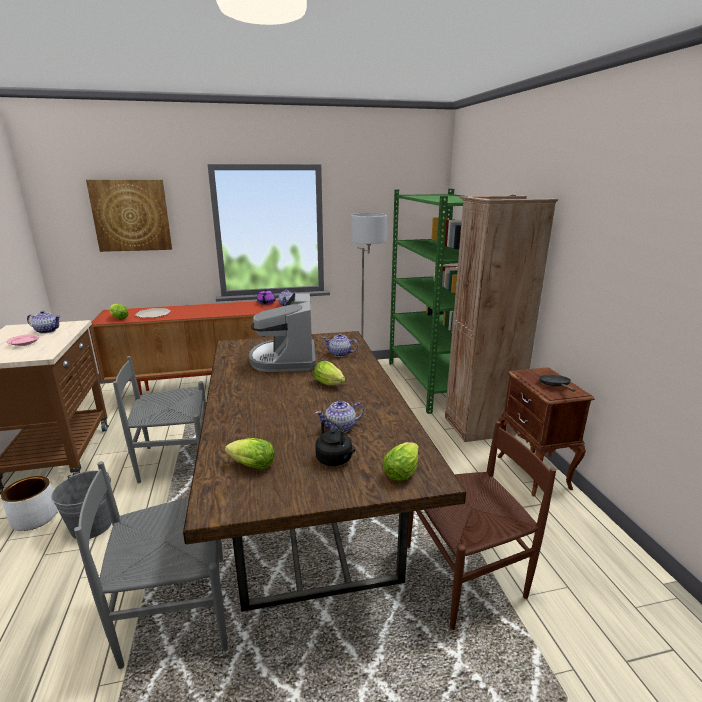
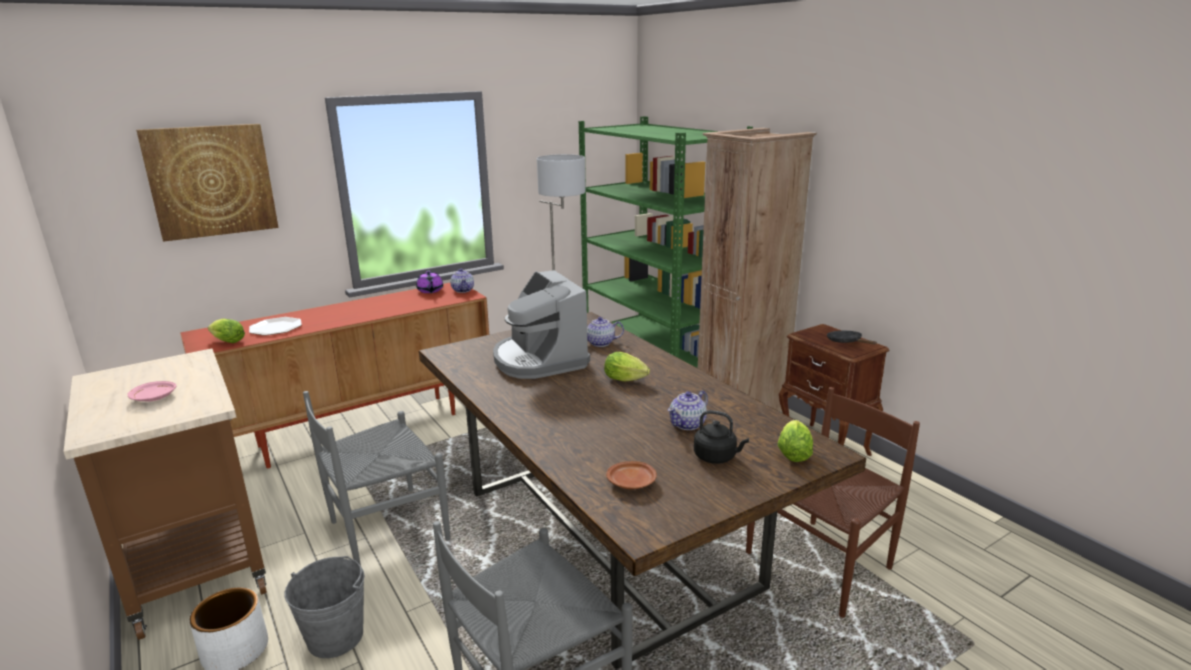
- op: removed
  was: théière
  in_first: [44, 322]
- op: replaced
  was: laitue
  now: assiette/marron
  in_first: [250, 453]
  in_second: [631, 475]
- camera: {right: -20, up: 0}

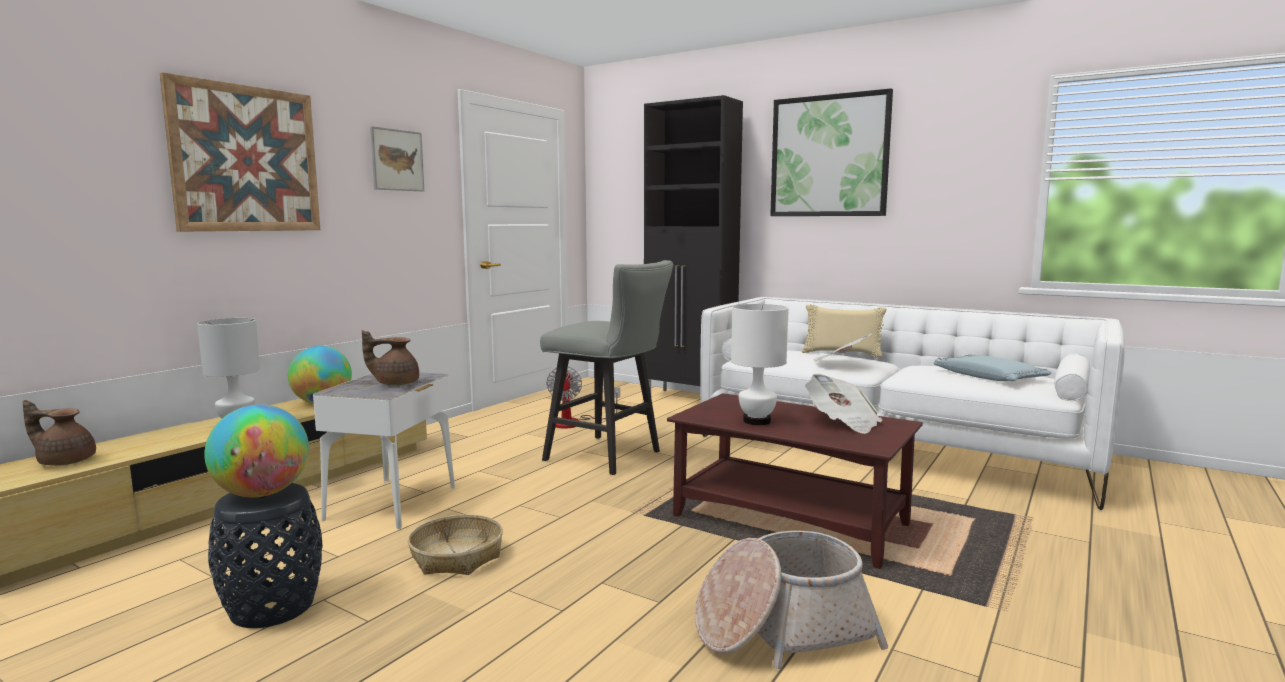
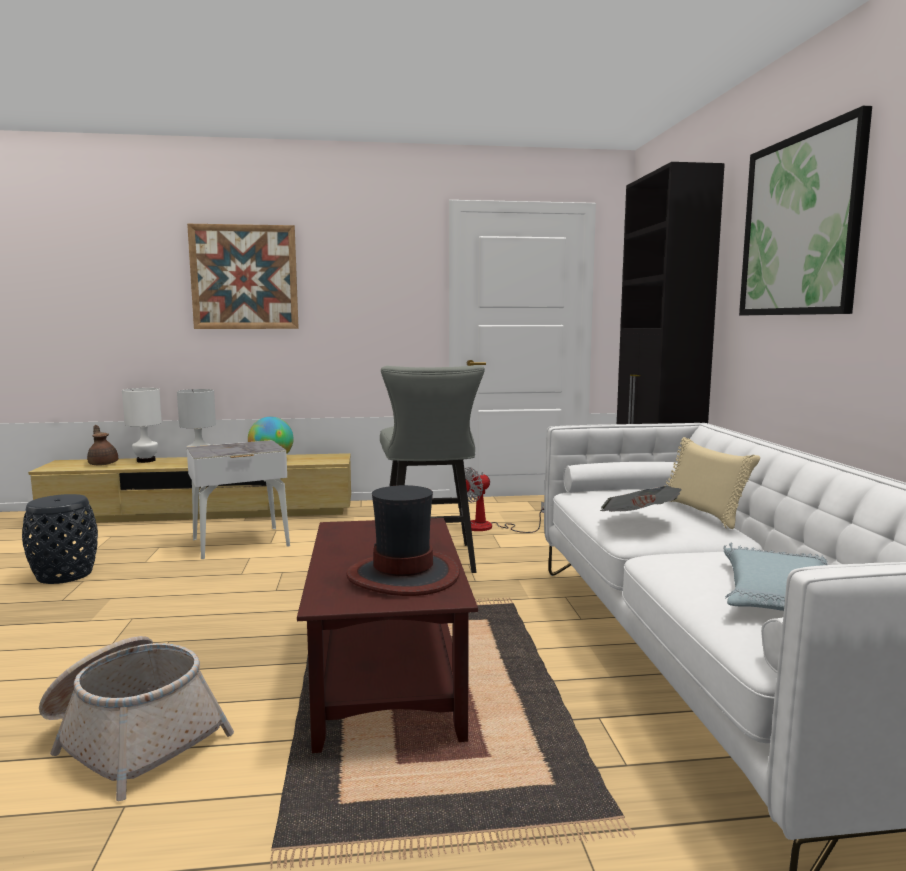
- op: removed
  was: tableau
  in_first: [397, 159]
- op: moved
  was: lampe de table/blanc
  in_first: [760, 364]
  in_second: [142, 425]
- op: removed
  was: théière/marron
  in_first: [390, 357]
- op: replaced
  was: journal
  now: chapeau
  in_first: [843, 404]
  in_second: [403, 540]
- op: removed
  was: globe
  in_first: [256, 451]
- op: removed
  was: panier
  in_first: [455, 545]
- camera: {right: 50, up: 0}

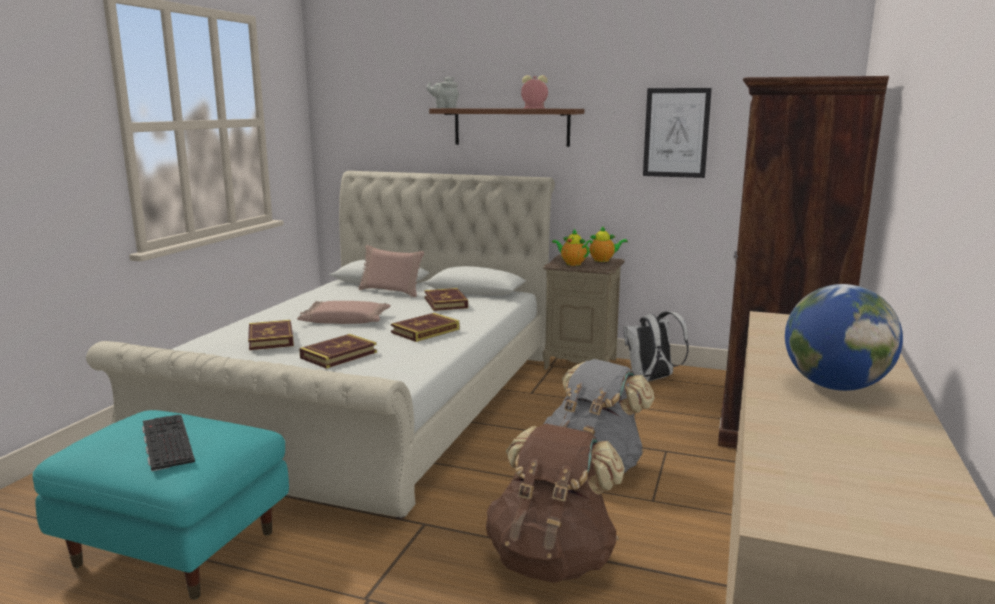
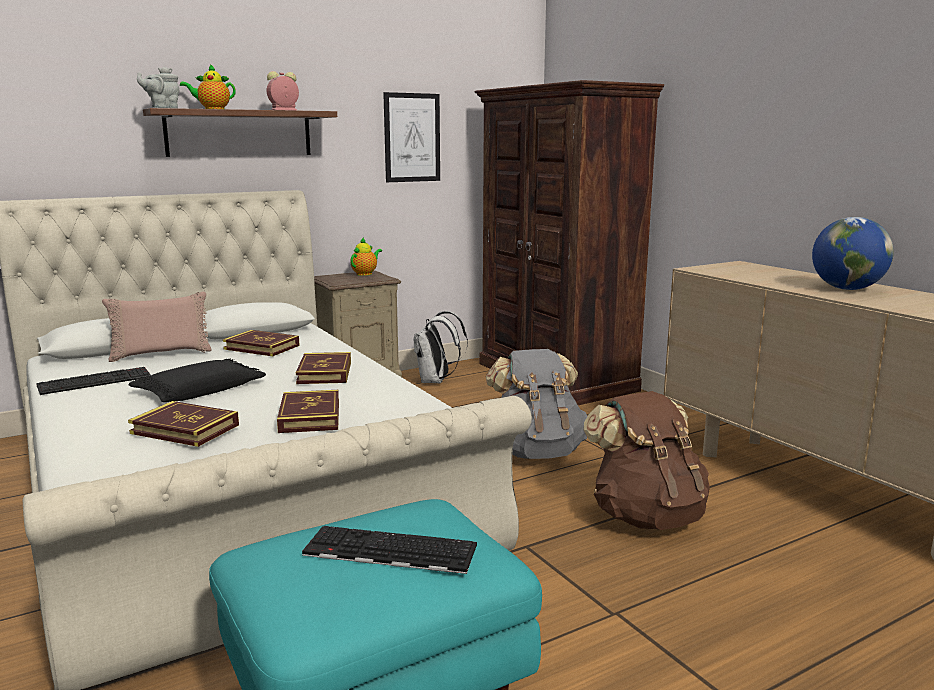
- op: moved
  was: théière
  in_first: [570, 247]
  in_second: [208, 86]
- op: recoloured
  was: coussin/beige
  now: coussin/noir
  in_first: [344, 312]
  in_second: [197, 380]
- op: added
  now: clavier
  in_second: [93, 381]
- camera: {right: -50, up: 0}

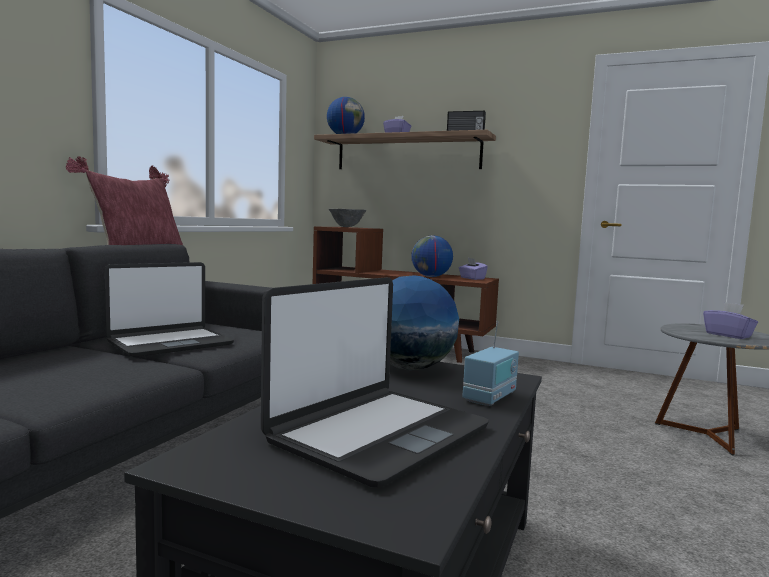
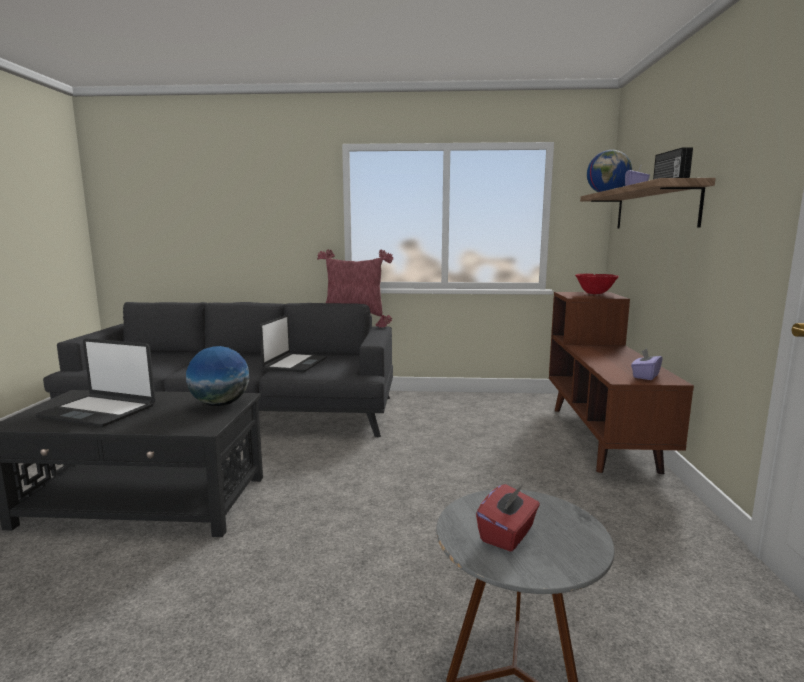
- op: recoloured
  was: bol/gris
  now: bol/rouge
  in_first: [347, 218]
  in_second: [597, 284]
- op: removed
  was: globe
  in_first: [432, 256]
- op: turned
  was: ordinateur portable
  in_first: [169, 309]
  in_second: [293, 343]
  clockwise: -105
- op: recoloured
  was: boîte à mouchoirs/violet
  now: boîte à mouchoirs/rouge
  in_first: [730, 320]
  in_second: [508, 518]
- op: removed
  was: radio
  in_first: [491, 363]
- camera: {right: 70, up: 5}

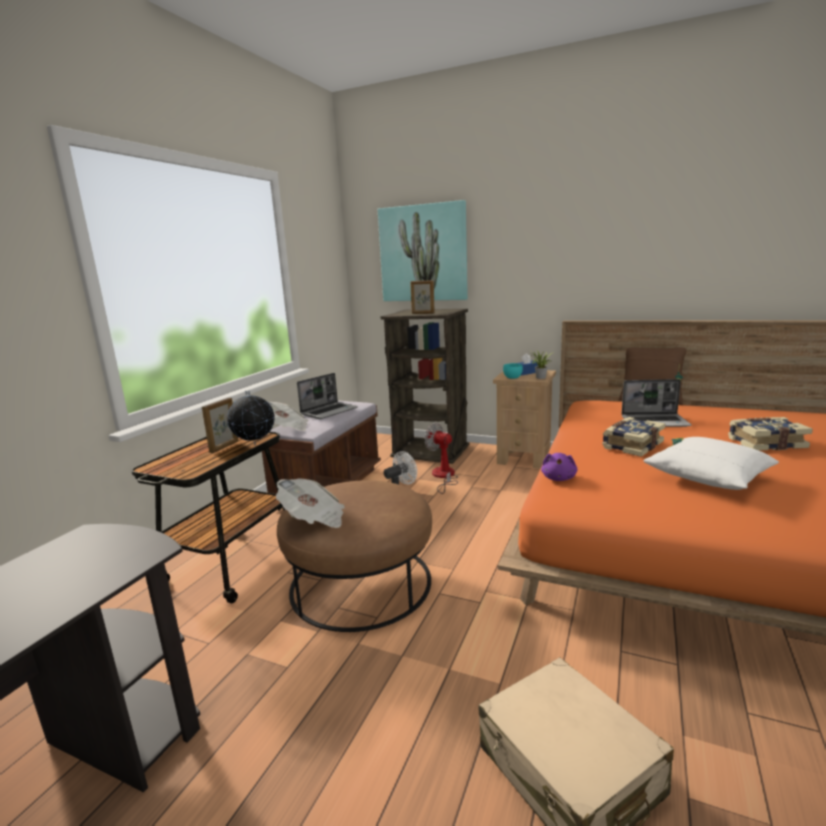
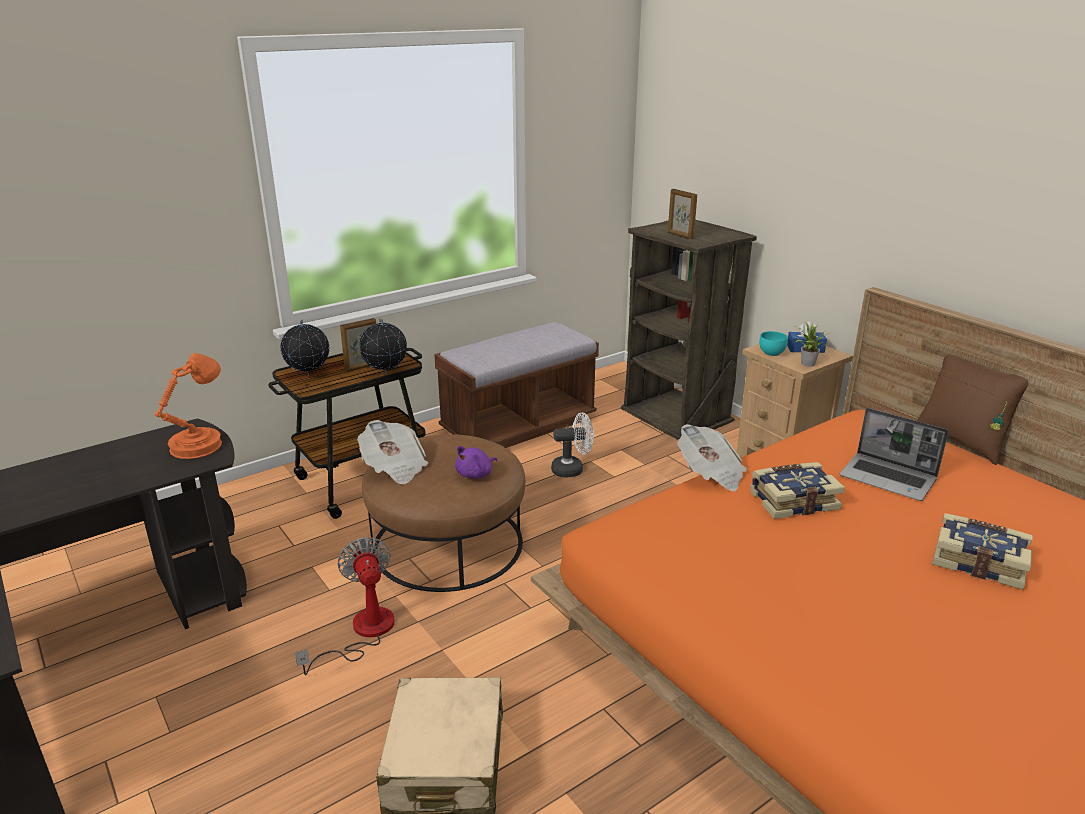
- op: removed
  was: tableau
  in_first: [423, 250]
- op: removed
  was: ordinateur portable
  in_first: [327, 396]
- op: moved
  was: journal
  in_first: [288, 416]
  in_second: [712, 457]
- op: moved
  was: ventilateur
  in_first: [441, 458]
  in_second: [345, 606]
- op: removed
  was: coussin/blanc
  in_first: [711, 463]
- op: moved
  was: peluche/violet
  in_first: [559, 467]
  in_second: [476, 462]
- op: added
  now: globe
  in_second: [304, 347]
- op: added
  now: lampe de table/orange
  in_second: [188, 406]
- camera: {right: 30, up: 10}

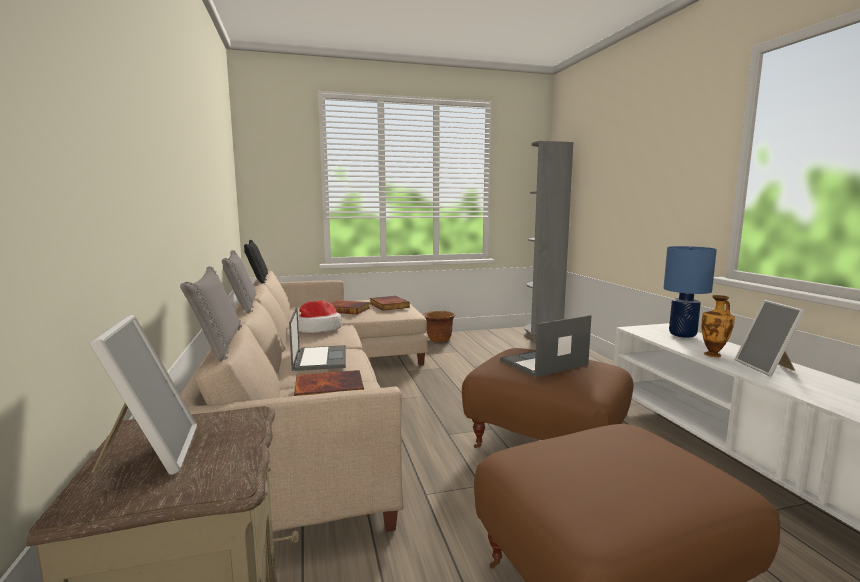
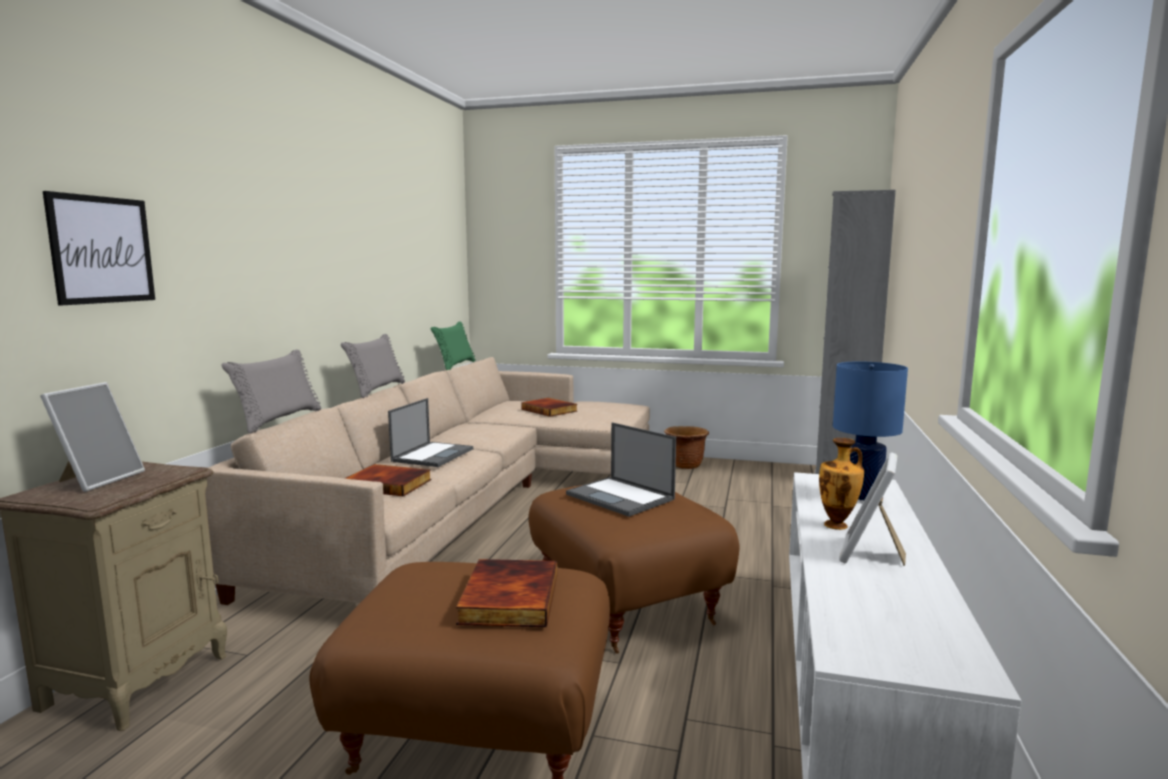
- op: recoloured
  was: coussin/noir
  now: coussin/vert
  in_first: [256, 261]
  in_second: [453, 345]
- op: moved
  was: livre
  in_first: [390, 303]
  in_second: [506, 593]
- op: removed
  was: chapeau
  in_first: [320, 316]
- op: turned
  was: ordinateur portable
  in_first: [546, 346]
  in_second: [621, 469]
  clockwise: -135
- op: added
  now: tableau
  in_second: [99, 248]
- camera: {right: 30, up: 0}

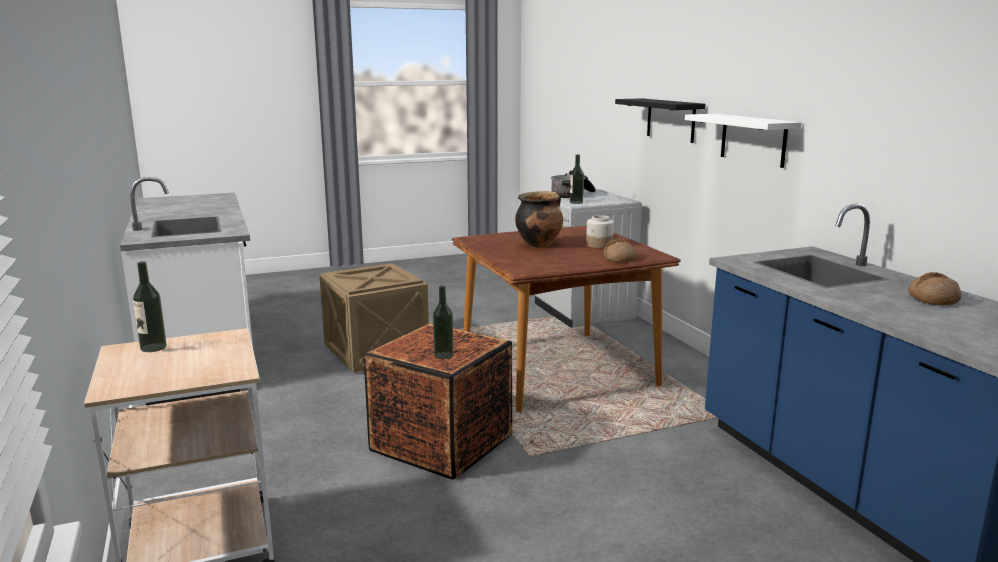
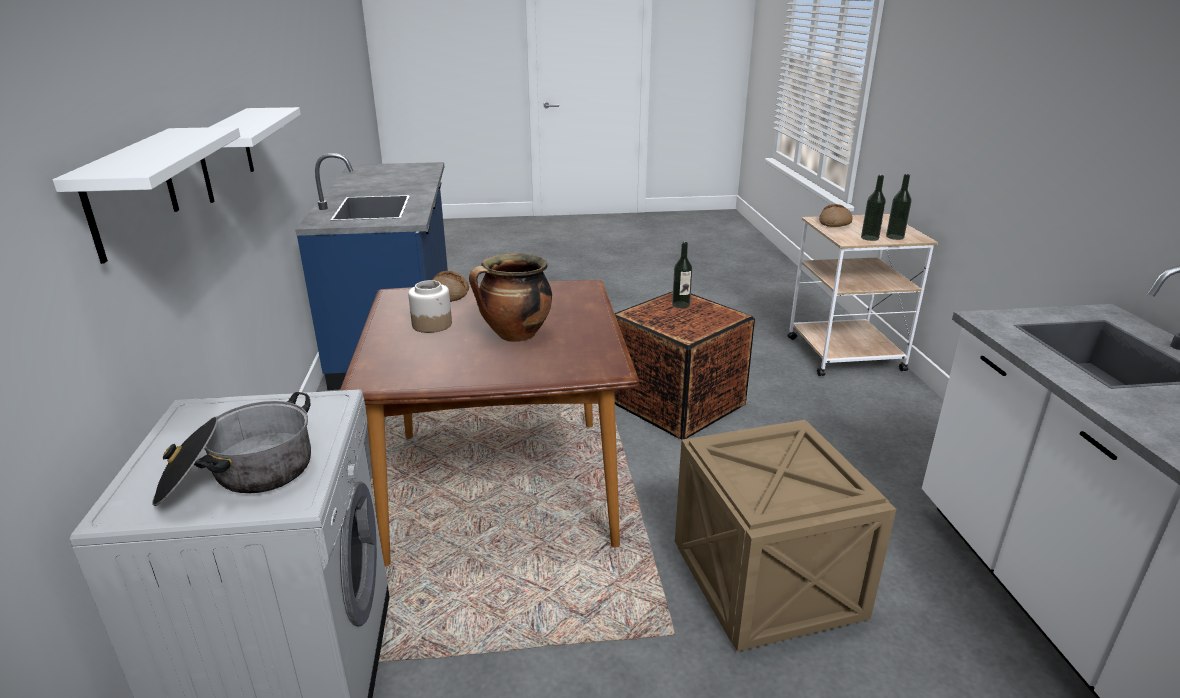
- op: recoloured
  was: étagère/noir
  now: étagère/blanc
  in_first: [660, 120]
  in_second: [146, 195]
- op: moved
  was: bouteille
  in_first: [577, 179]
  in_second: [873, 208]
- op: moved
  was: pain
  in_first: [934, 288]
  in_second: [835, 215]
- camera: {right: -165, up: 10}

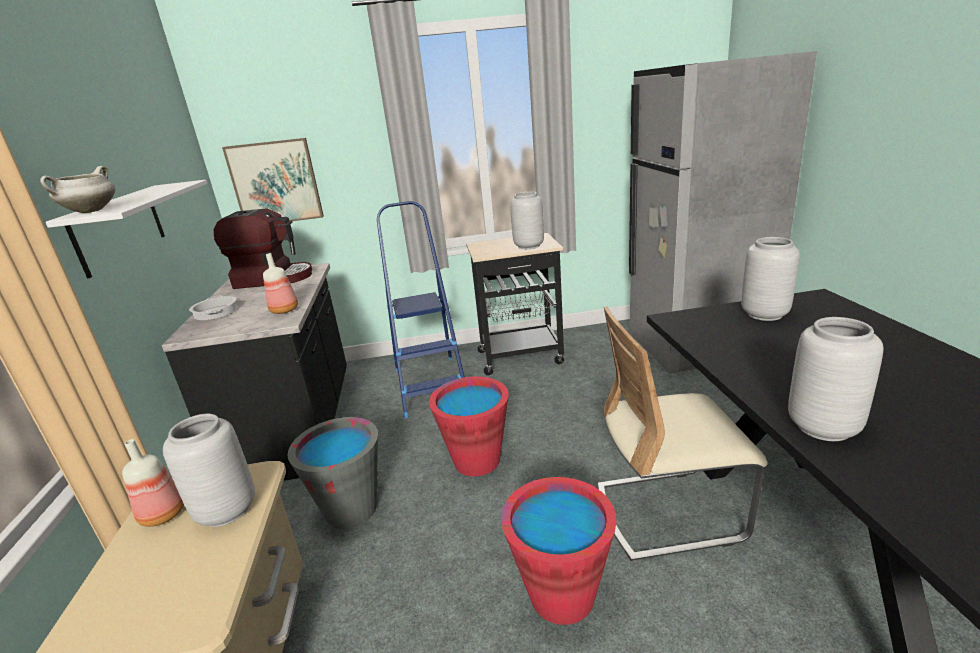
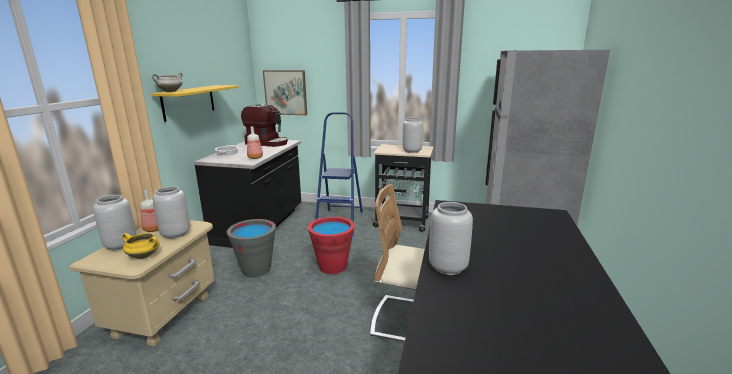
- op: recoloured
  was: étagère/blanc
  now: étagère/jaune
  in_first: [127, 229]
  in_second: [195, 103]
- op: moved
  was: vase/gris
  in_first: [770, 279]
  in_second: [115, 223]
- op: removed
  was: seau/rouge
  in_first: [559, 551]
- op: added
  now: marmite/jaune
  in_second: [141, 246]
- camera: {right: 20, up: -5}

